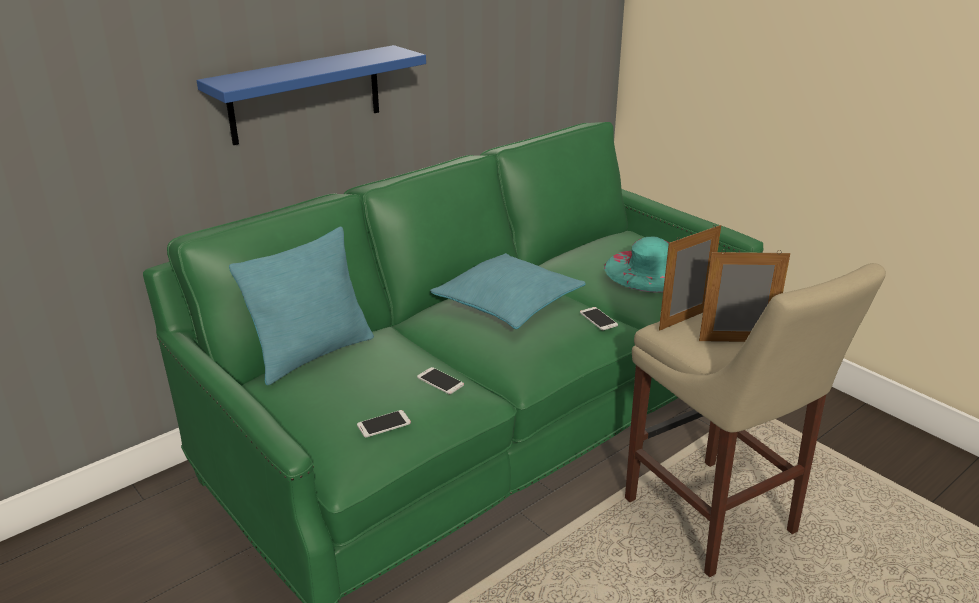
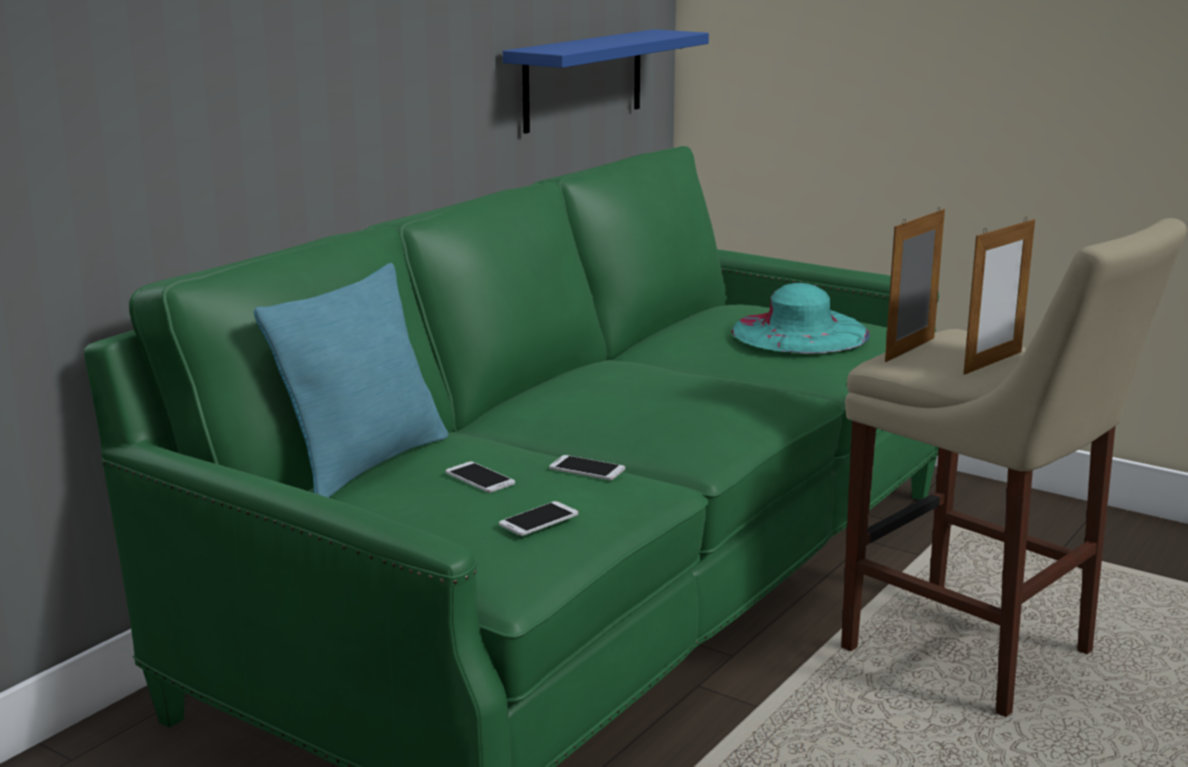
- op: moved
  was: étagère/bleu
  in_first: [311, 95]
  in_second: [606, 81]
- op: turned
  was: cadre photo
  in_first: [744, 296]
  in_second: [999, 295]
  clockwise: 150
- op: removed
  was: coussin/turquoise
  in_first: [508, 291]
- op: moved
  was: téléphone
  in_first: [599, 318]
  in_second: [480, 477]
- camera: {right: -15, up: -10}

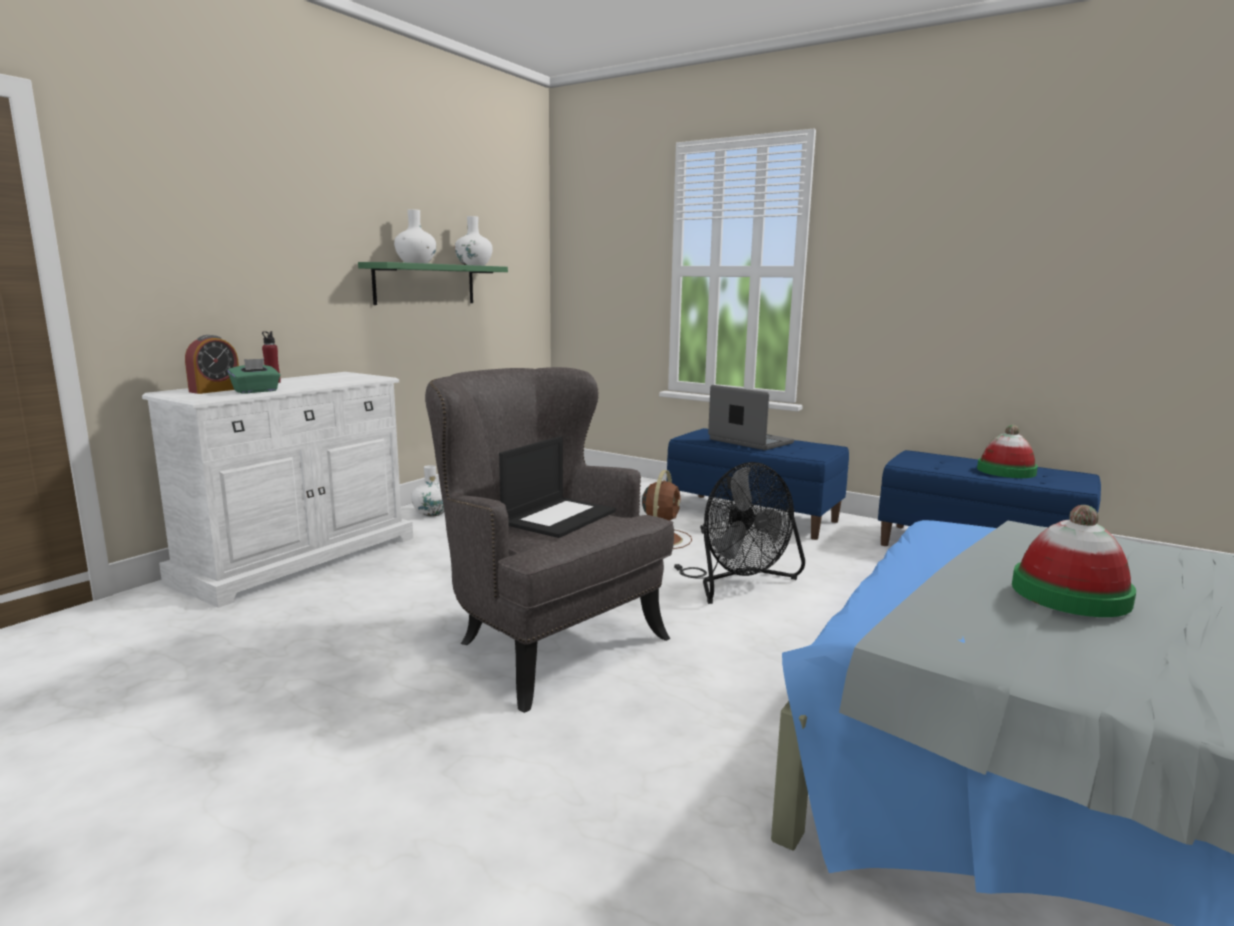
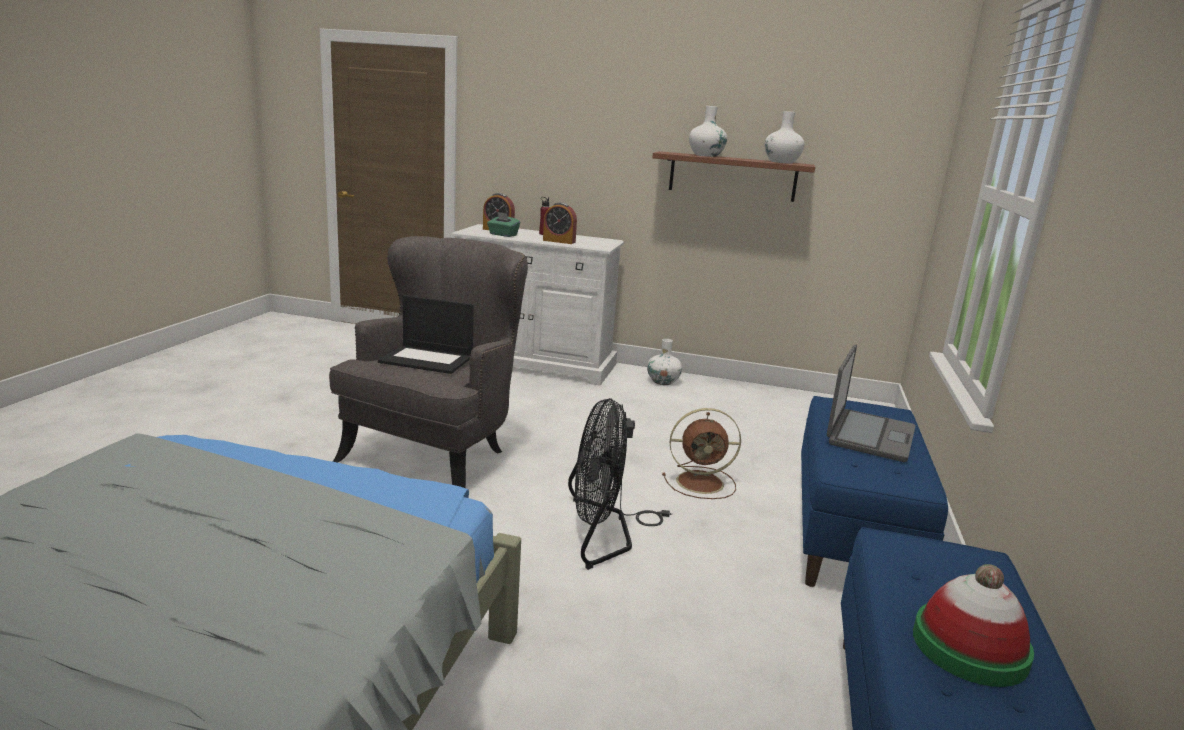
- op: recoloured
  was: étagère/vert
  now: étagère/marron
  in_first: [433, 283]
  in_second: [733, 176]
- op: turned
  was: ventilateur/noir
  in_first: [739, 533]
  in_second: [619, 484]
  clockwise: 45
- op: removed
  was: chapeau
  in_first: [1074, 561]
- op: added
  now: réveil
  in_second: [560, 223]
- camera: {right: 70, up: 5}

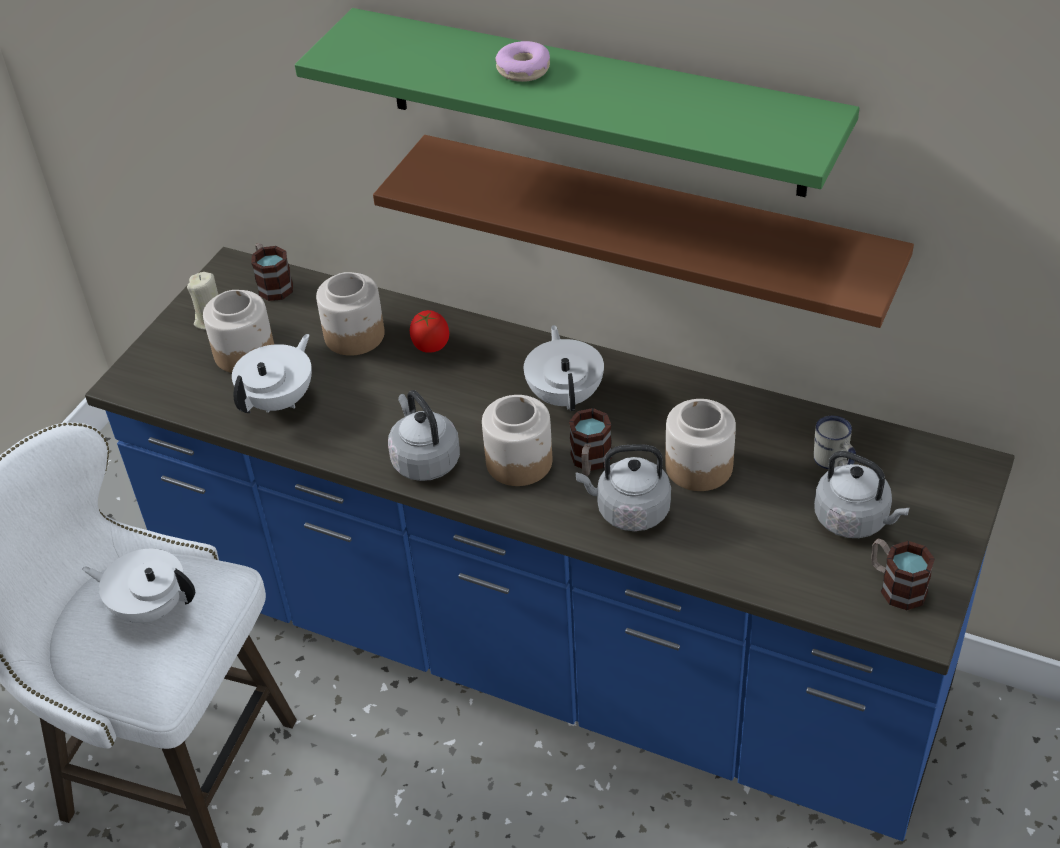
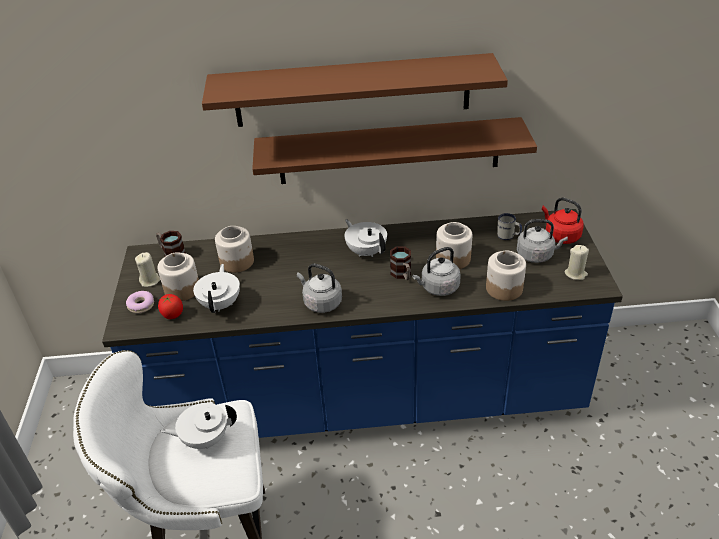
- op: recoloured
  was: étagère/vert
  now: étagère/marron
  in_first: [577, 102]
  in_second: [355, 90]
- op: moved
  was: beignet
  in_first: [522, 61]
  in_second: [140, 302]
- op: moved
  was: tomate
  in_first: [429, 331]
  in_second: [170, 306]
- op: moved
  was: bocal
  in_first: [517, 440]
  in_second: [506, 276]
- op: replaced
  was: mug
  now: bougie/beige
  in_first: [903, 574]
  in_second: [576, 262]
- op: added
  now: bouilloire/rouge
  in_second: [563, 221]
- camera: {right: -30, up: -5}

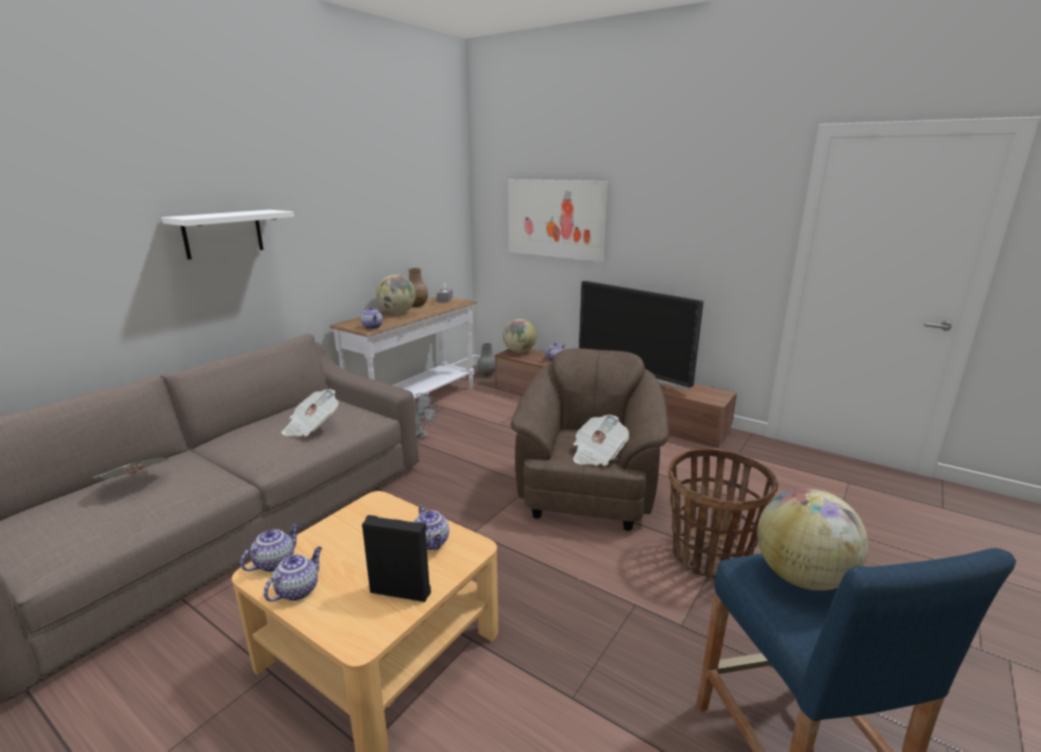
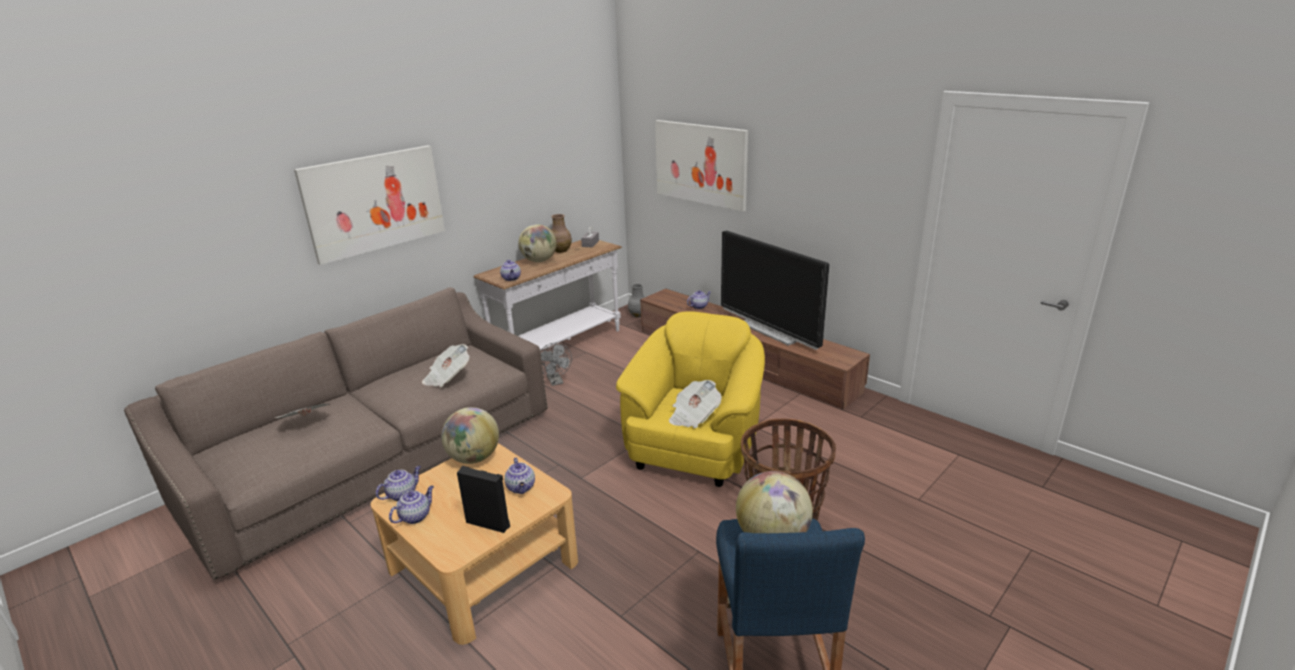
- op: replaced
  was: étagère/blanc
  now: tableau
  in_first: [228, 235]
  in_second: [369, 205]
- op: moved
  was: globe
  in_first: [520, 336]
  in_second: [470, 435]
- op: recoloured
  was: fauteuil/marron
  now: fauteuil/jaune
  in_first: [590, 439]
  in_second: [690, 399]
- camera: {right: 10, up: 5}

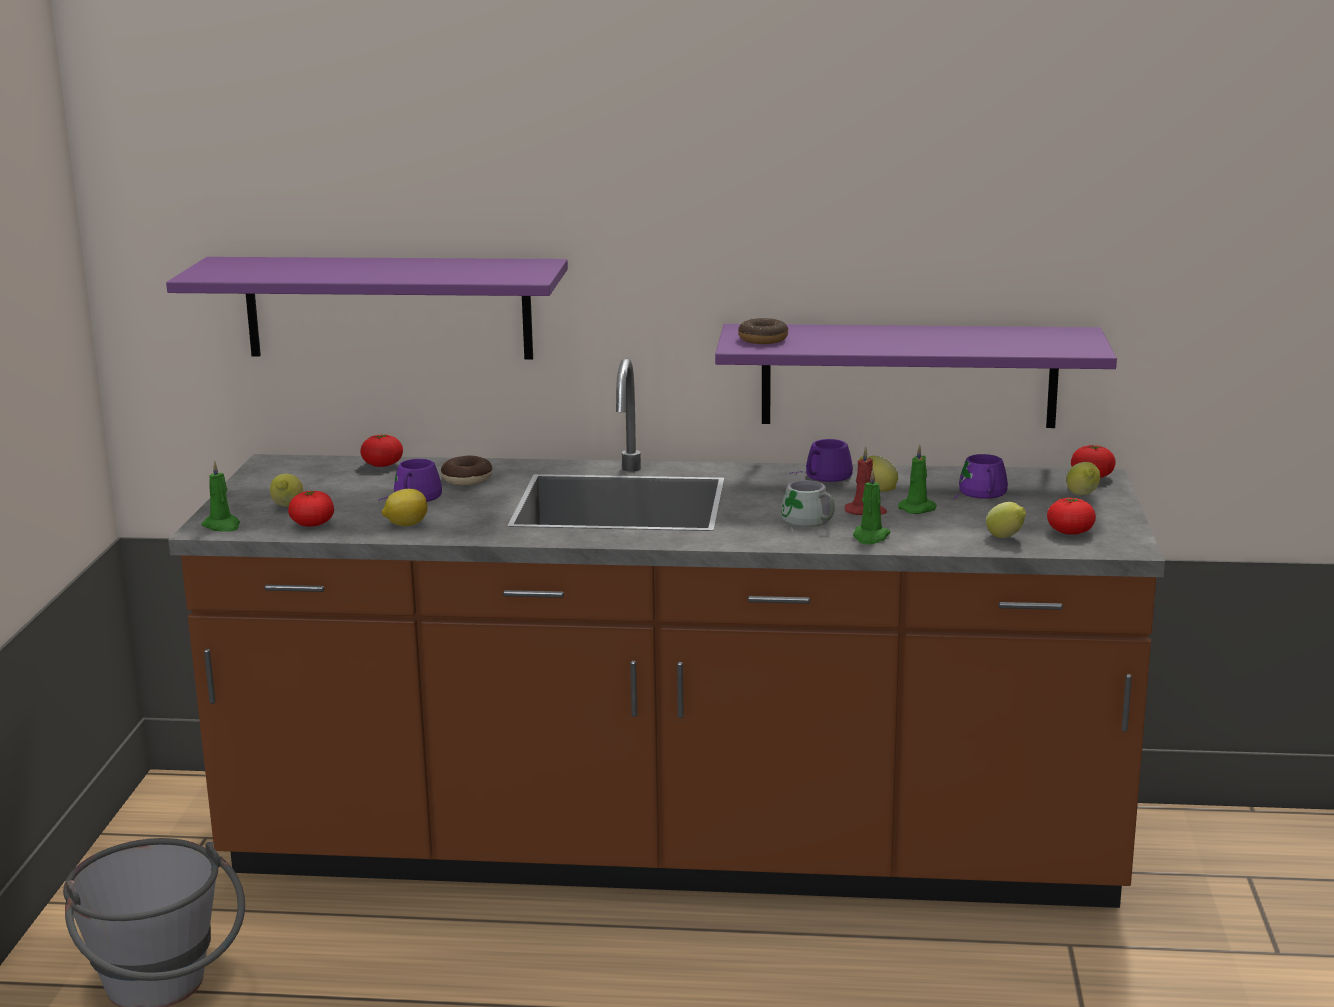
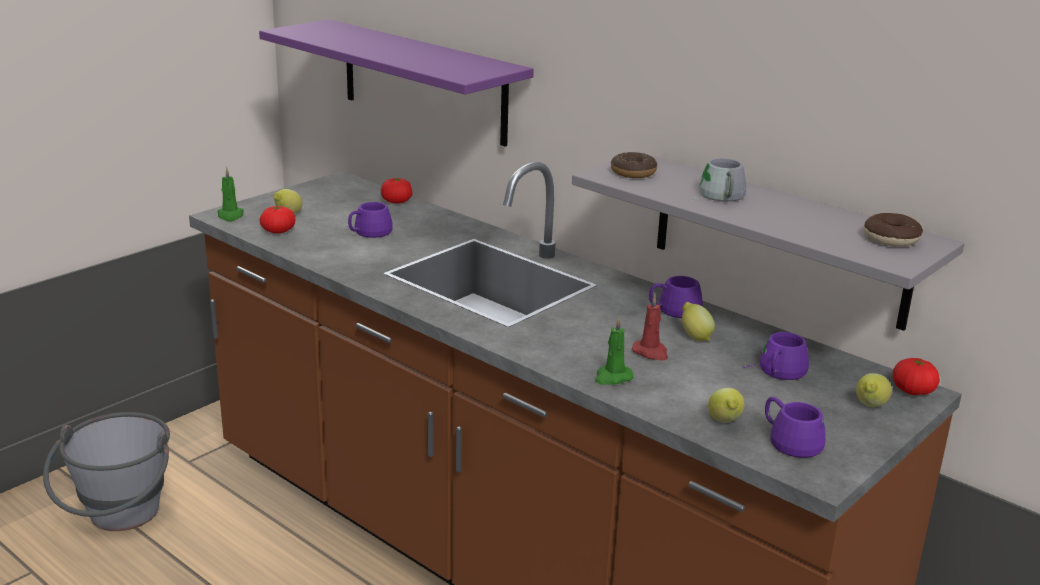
- op: recoloured
  was: étagère/violet
  now: étagère/gris
  in_first: [916, 376]
  in_second: [768, 241]
- op: removed
  was: bougie/vert
  in_first: [917, 479]
- op: moved
  was: beignet
  in_first: [466, 470]
  in_second: [893, 230]
- op: moved
  was: mug/gris
  in_first: [808, 506]
  in_second: [719, 180]
- op: removed
  was: citron
  in_first: [405, 507]
- op: replaced
  was: tomate
  now: mug/violet
  in_first: [1071, 516]
  in_second: [795, 427]
- camera: {right: 35, up: 5}

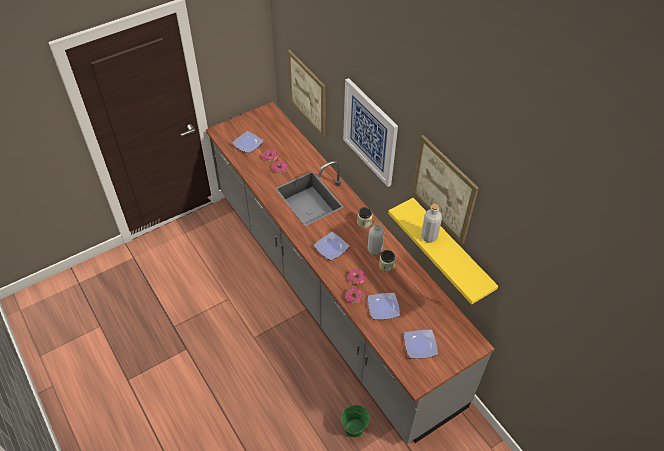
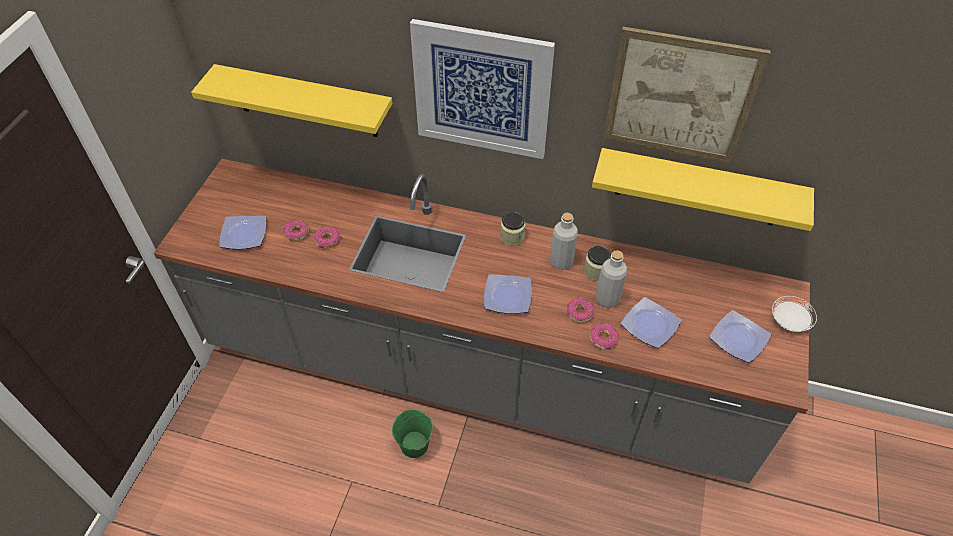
- op: replaced
  was: tableau
  now: étagère/jaune
  in_first: [307, 94]
  in_second: [291, 100]
- op: moved
  was: bouteille/gris
  in_first: [431, 223]
  in_second: [611, 279]
- op: moved
  was: seau/vert
  in_first: [355, 421]
  in_second: [412, 433]
- op: added
  now: assiette/blanc
  in_second: [794, 314]
- camera: {right: -40, up: 0}

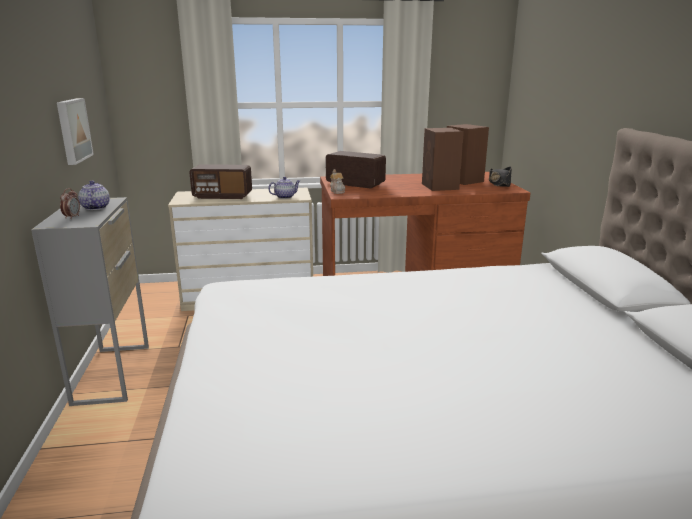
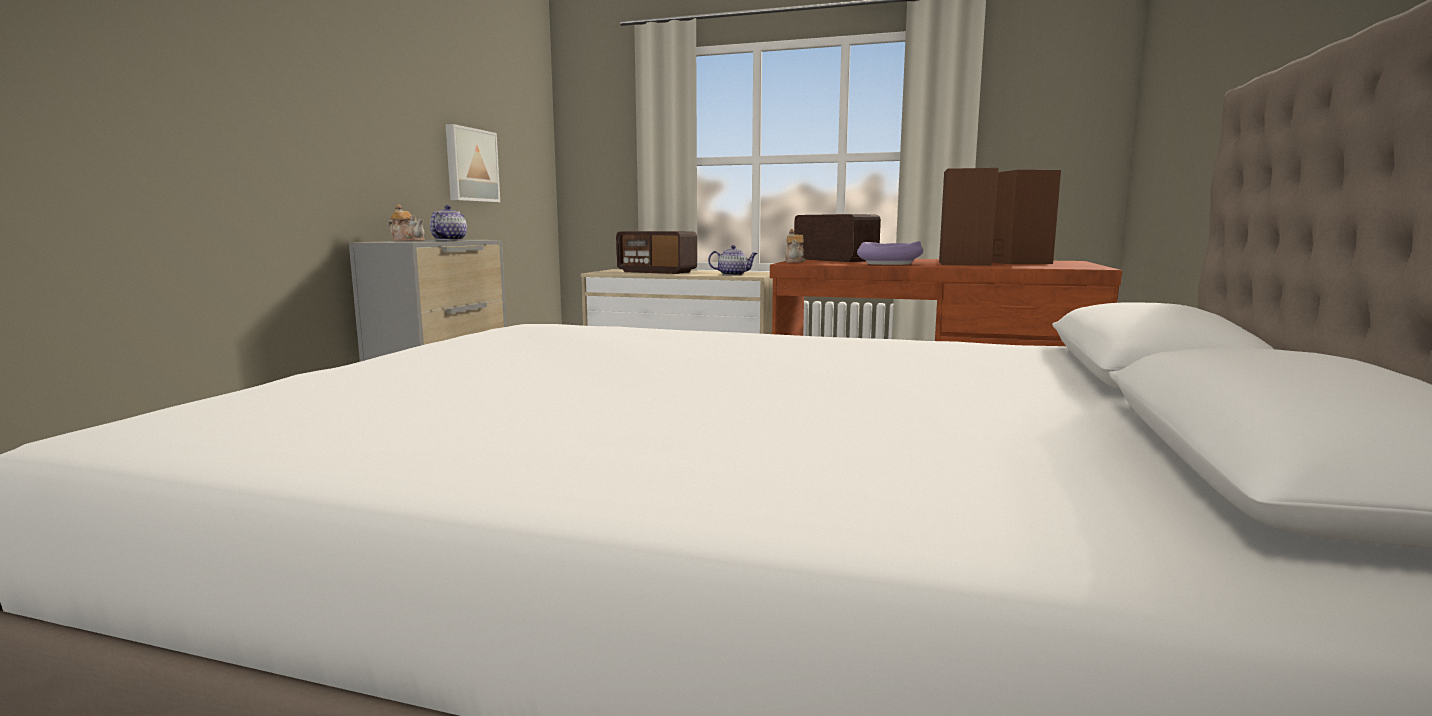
- op: removed
  was: chapeau/noir
  in_first: [500, 176]
- op: replaced
  was: réveil
  now: théière
  in_first: [70, 203]
  in_second: [406, 222]
- op: added
  now: bol/violet
  in_second: [890, 253]
- camera: {right: 25, up: -10}

